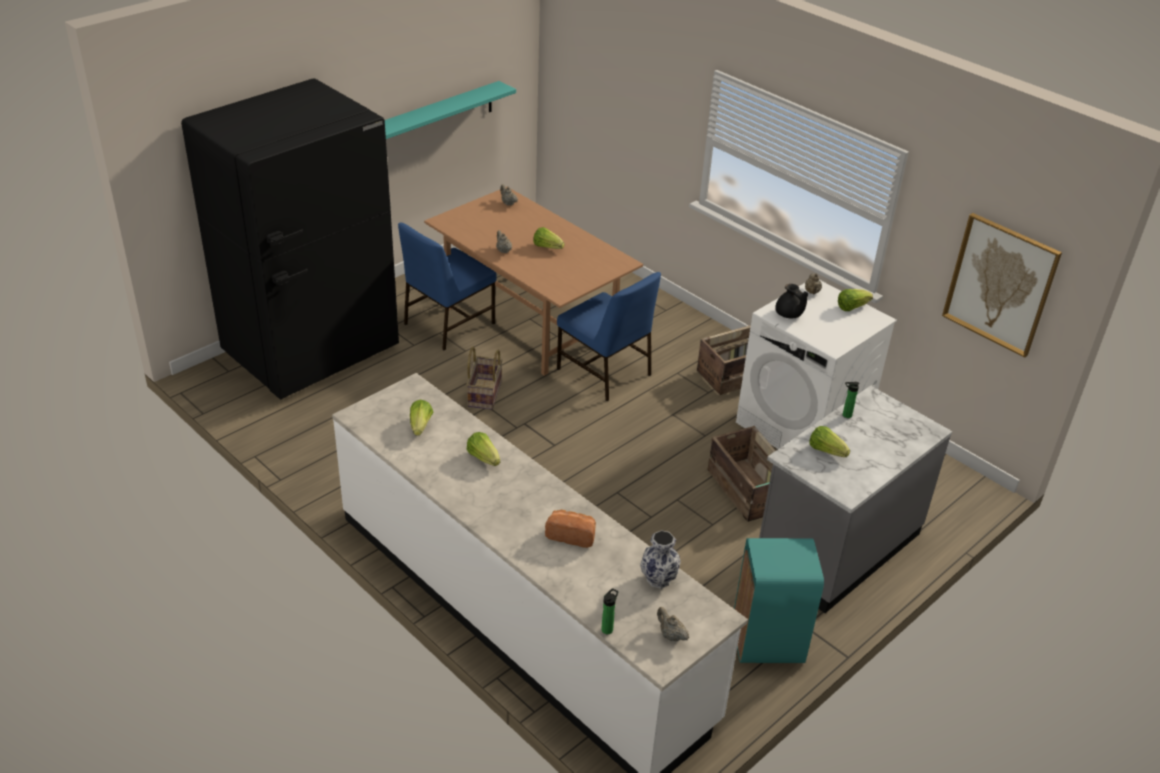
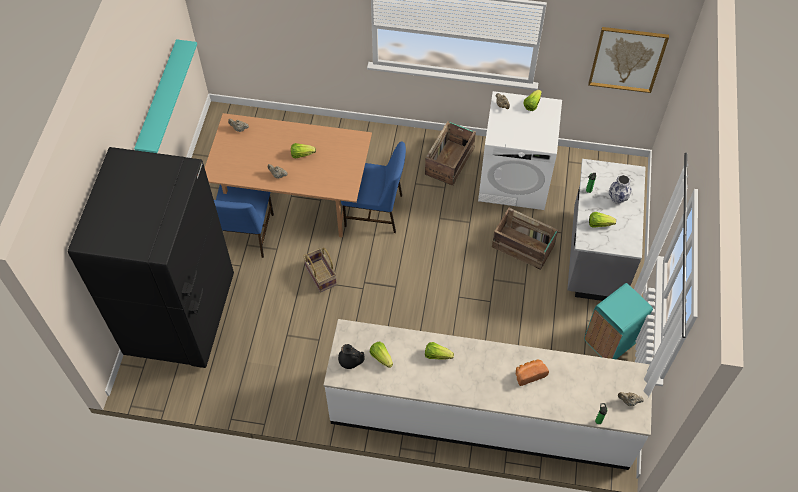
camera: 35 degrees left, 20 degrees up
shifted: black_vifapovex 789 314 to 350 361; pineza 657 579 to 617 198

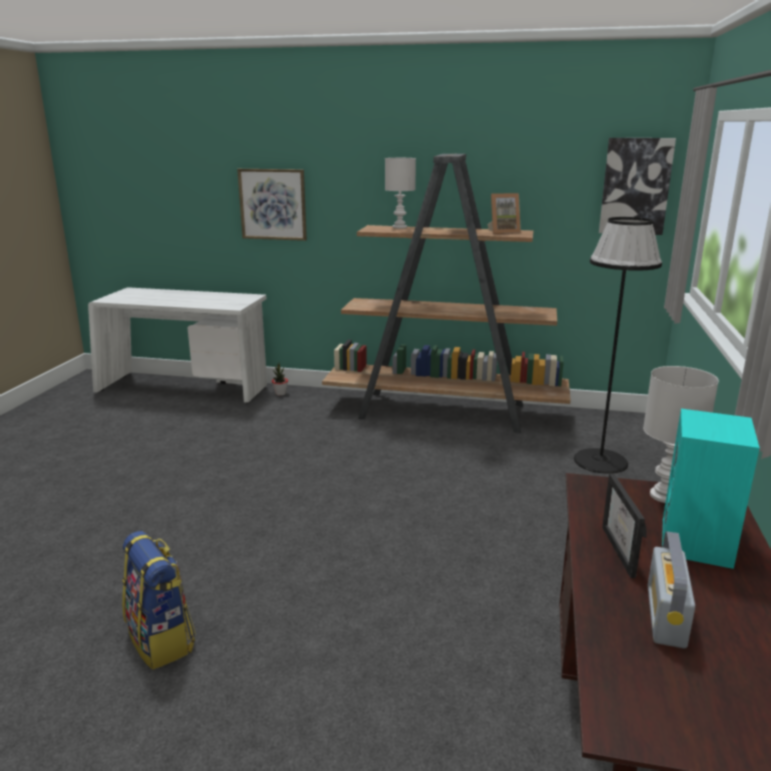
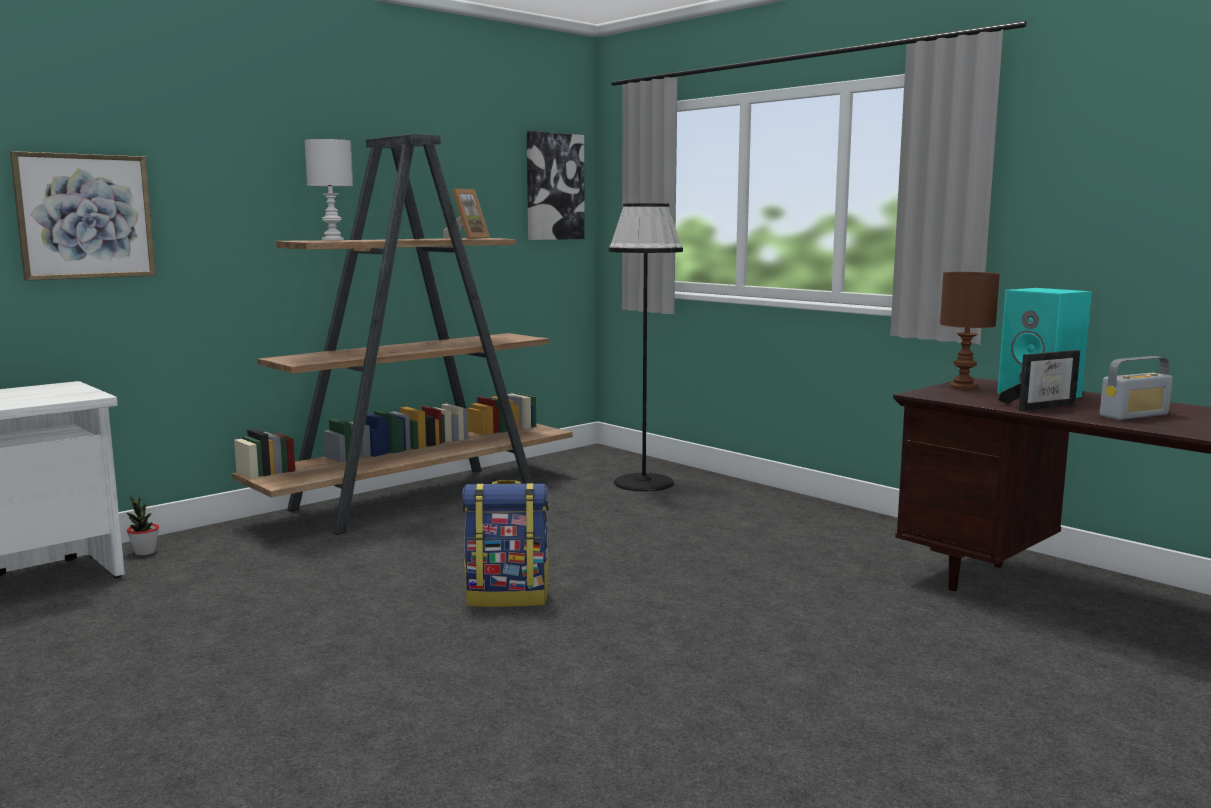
camera: 55 degrees left, 10 degrees down
shifted: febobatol 162 640 to 508 597
repainted: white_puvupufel 663 495 to brown_puvupufel 962 387
rotated: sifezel 627 552 = 1041 406 60 degrees counterclockwise; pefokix 665 616 = 1134 415 75 degrees counterclockwise

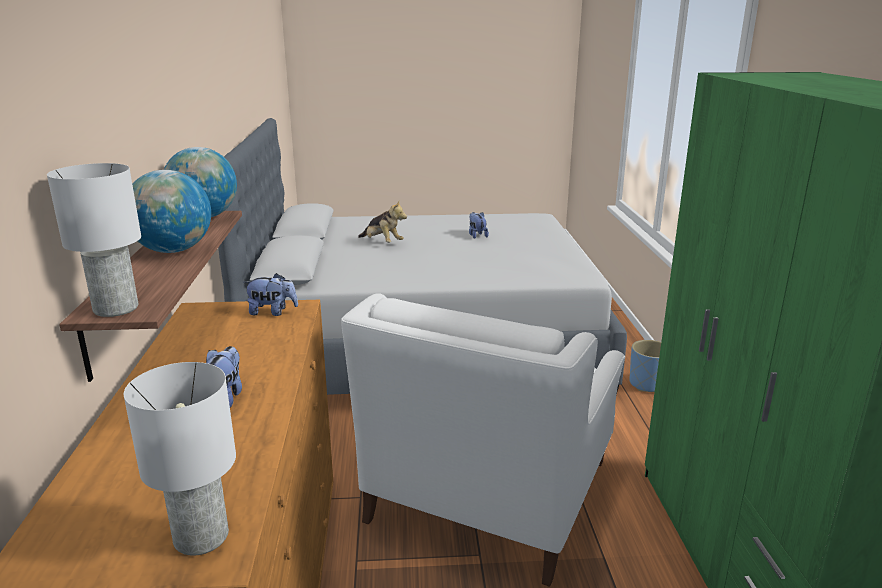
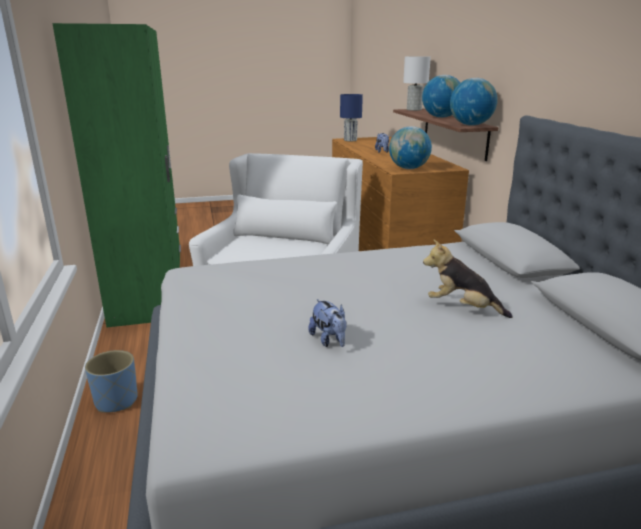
camera: 170 degrees right, 0 degrees up
swapped: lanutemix 272 312 to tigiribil 408 168
repainted: white_puvupufel 203 536 to blue_puvupufel 350 140

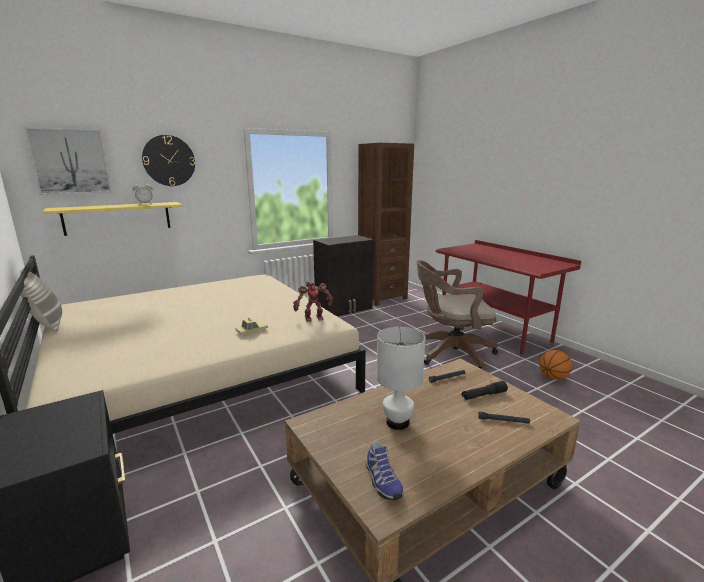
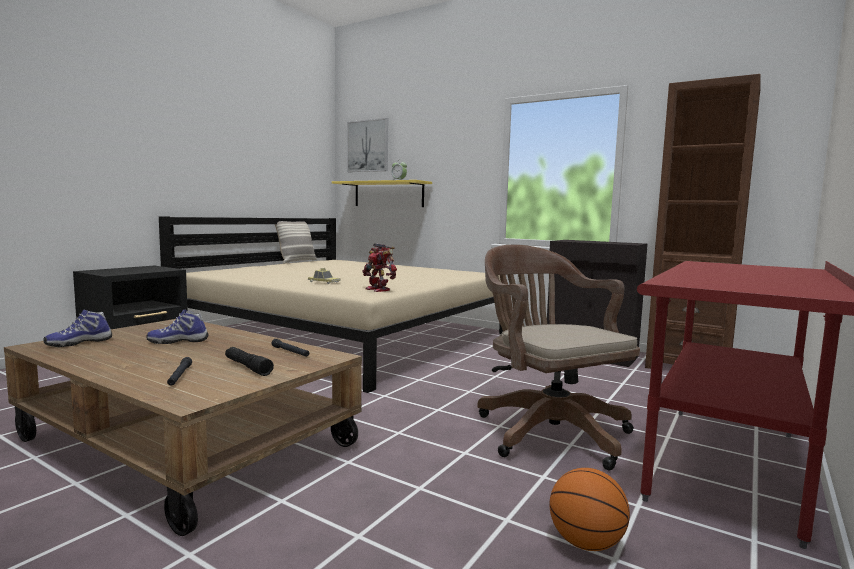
camera: 65 degrees right, 10 degrees down
gone: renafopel 169 161
swapped: white_puvupufel 398 422 to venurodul 178 341

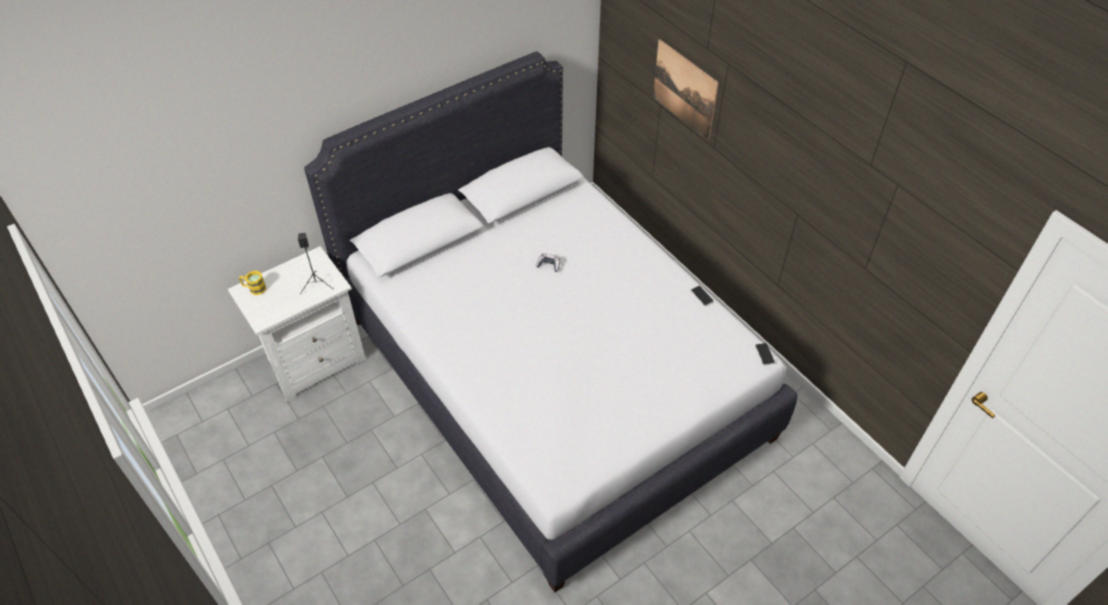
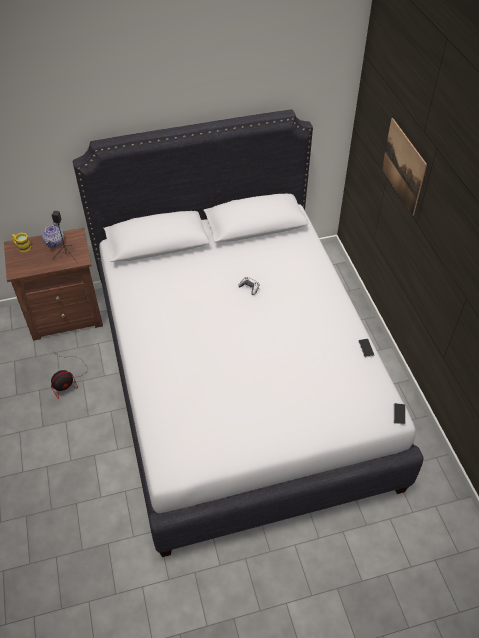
camera: 20 degrees right, 0 degrees up
new: vifapovex 55 242; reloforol 68 380
repainted: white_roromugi 314 360 to brown_roromugi 66 316

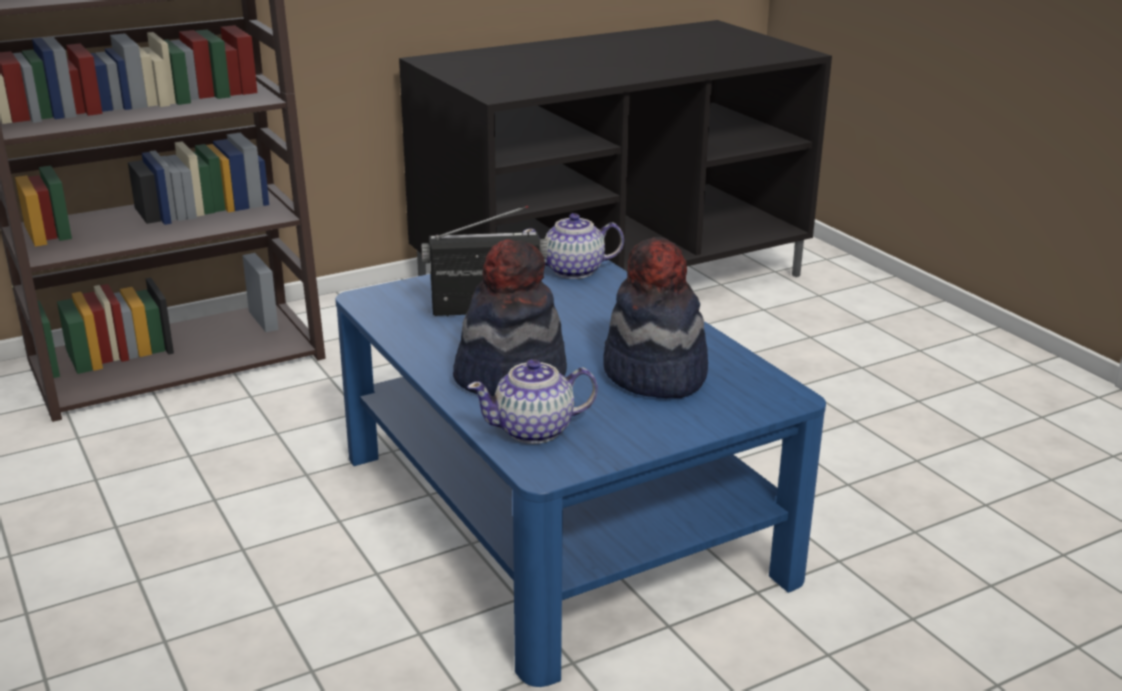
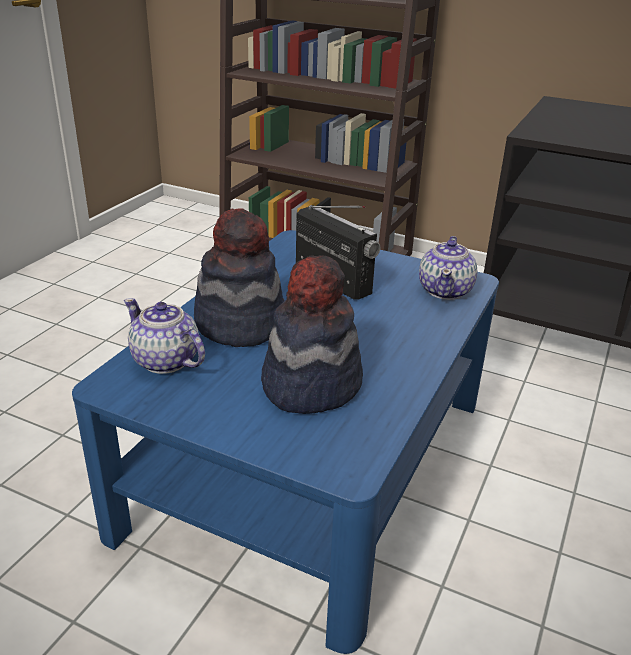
camera: 55 degrees right, 5 degrees up
rotated: vifapovex 574 271 = 446 290 120 degrees counterclockwise

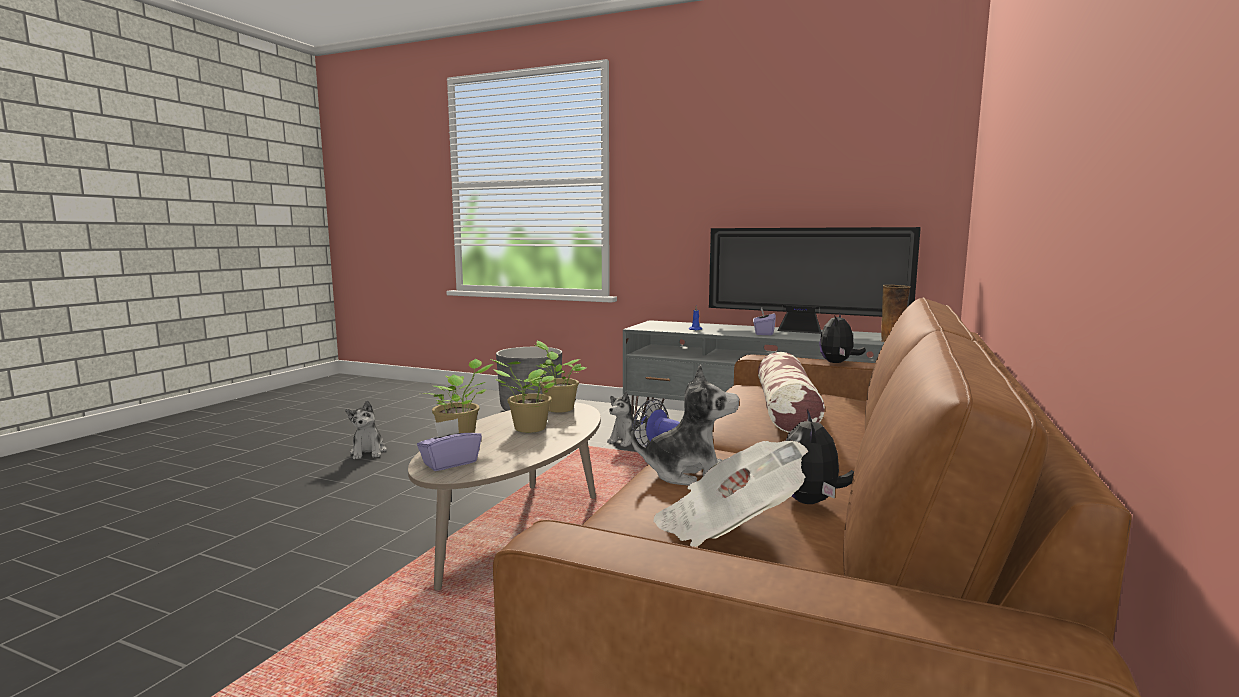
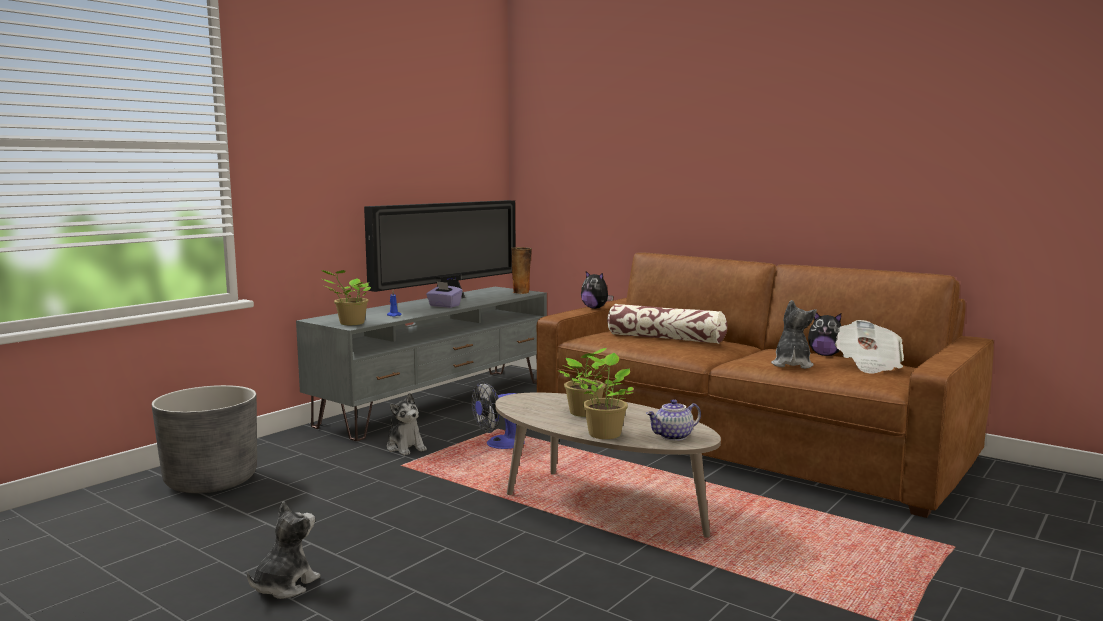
camera: 75 degrees left, 0 degrees up
shifted: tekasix 557 408 to 350 323
swapped: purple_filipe 450 463 to vifapovex 673 437
rotated: lanutemix 368 452 = 284 586 60 degrees counterclockwise

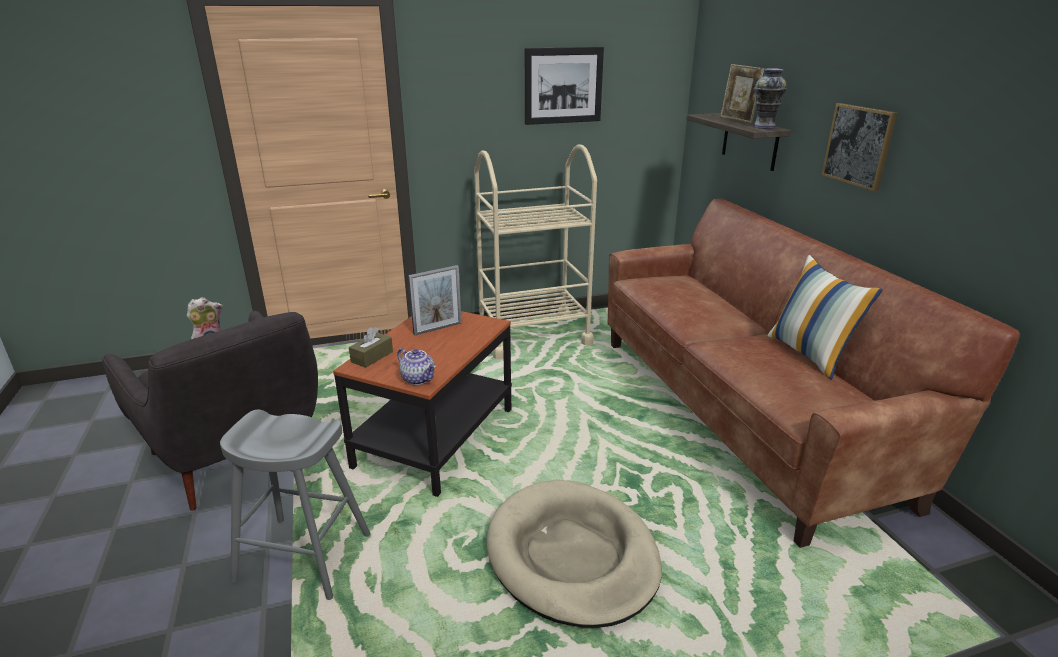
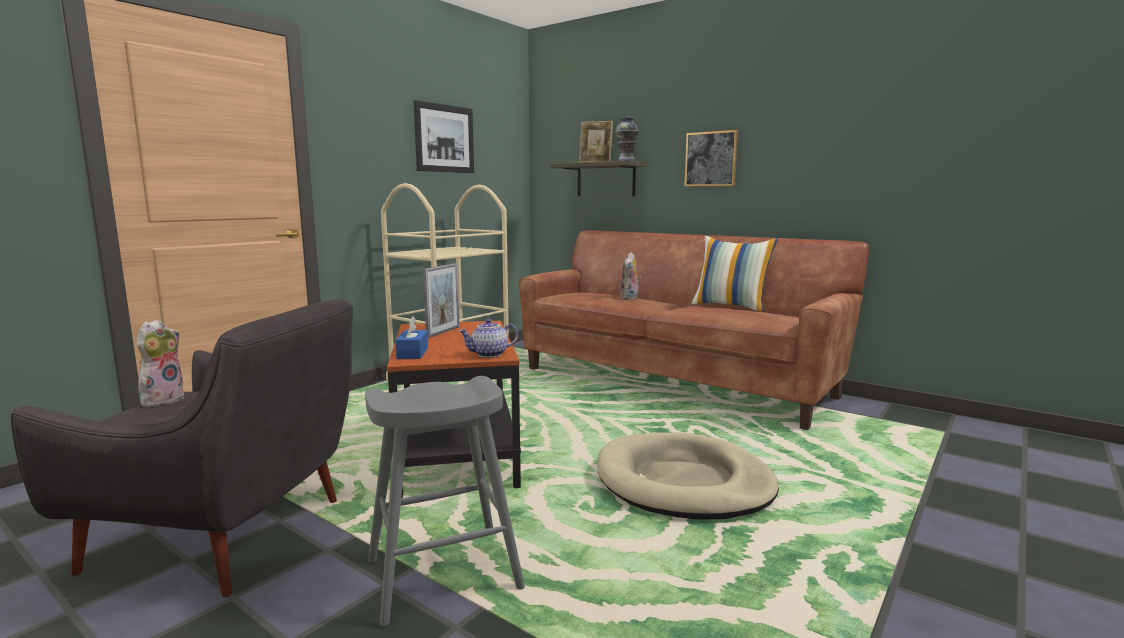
camera: 35 degrees left, 15 degrees down
new: lanutemix 630 298
repainted: brown_filipe 372 357 to blue_filipe 412 353
rotated: vifapovex 419 379 = 489 354 150 degrees clockwise

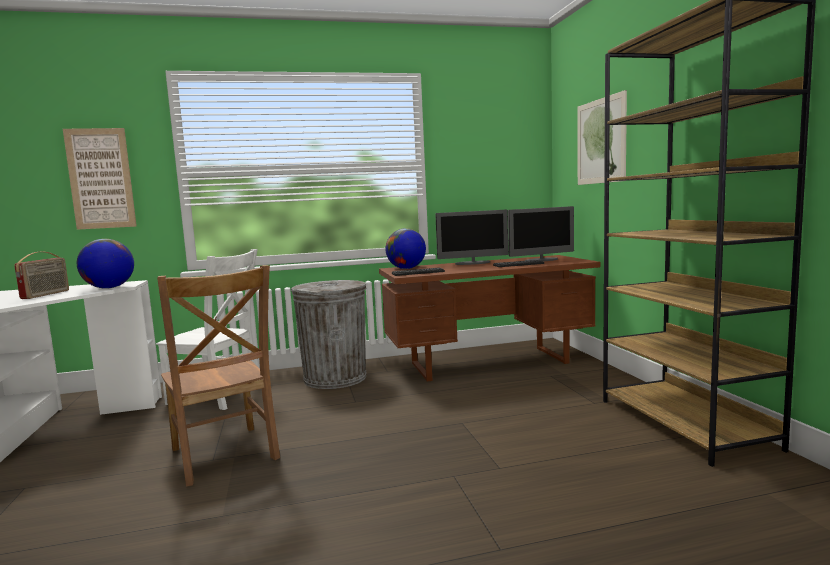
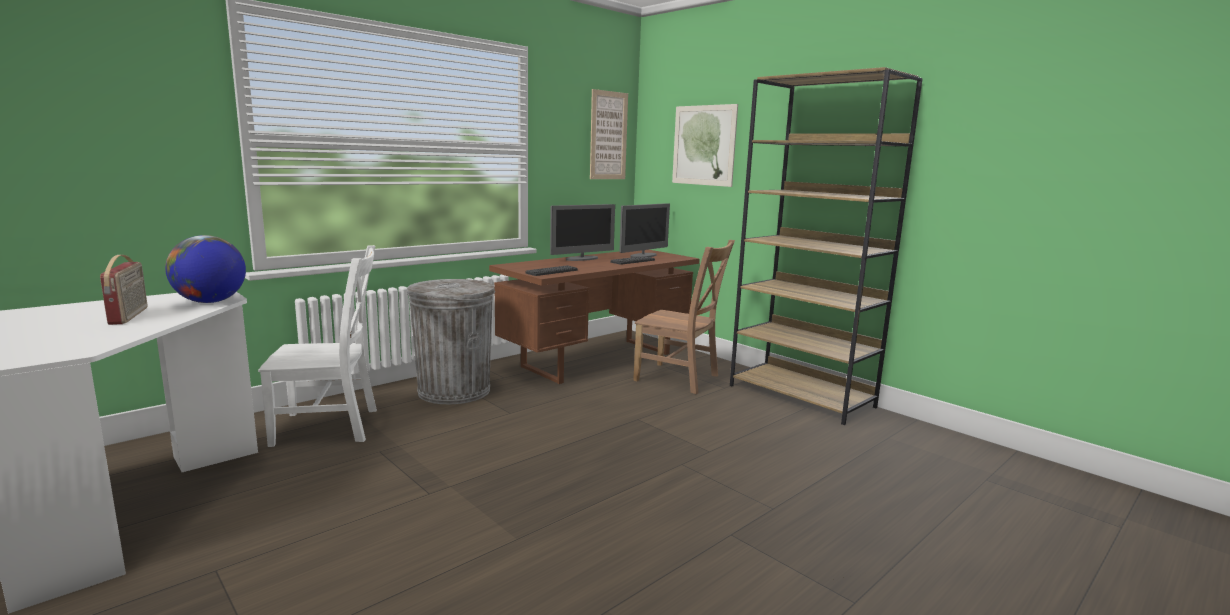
camera: 30 degrees left, 5 degrees up
gone: tigiribil 406 268
shifted: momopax 100 178 to 608 135; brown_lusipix 224 456 to 680 379

